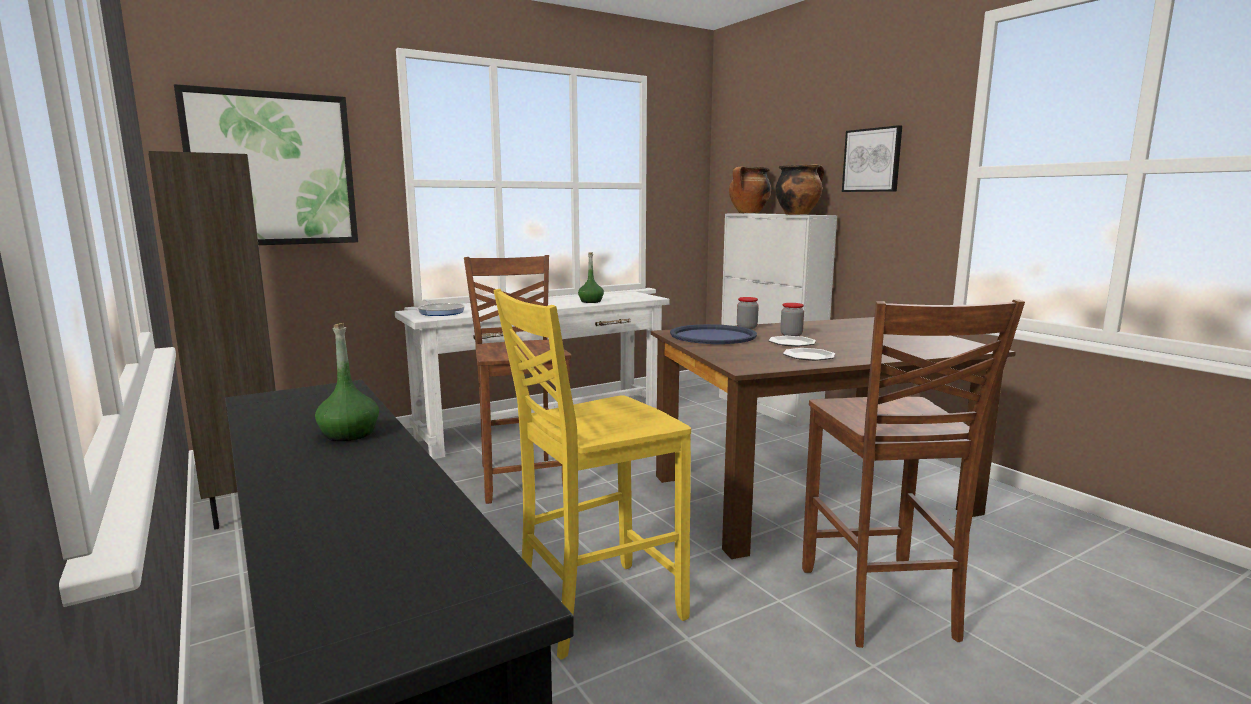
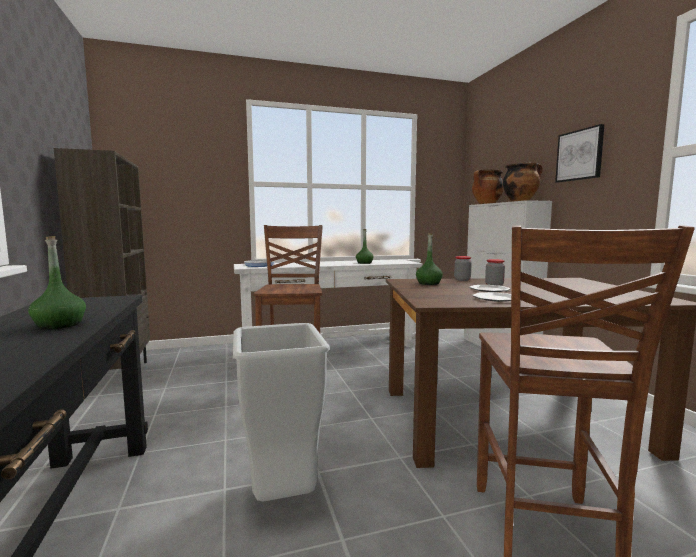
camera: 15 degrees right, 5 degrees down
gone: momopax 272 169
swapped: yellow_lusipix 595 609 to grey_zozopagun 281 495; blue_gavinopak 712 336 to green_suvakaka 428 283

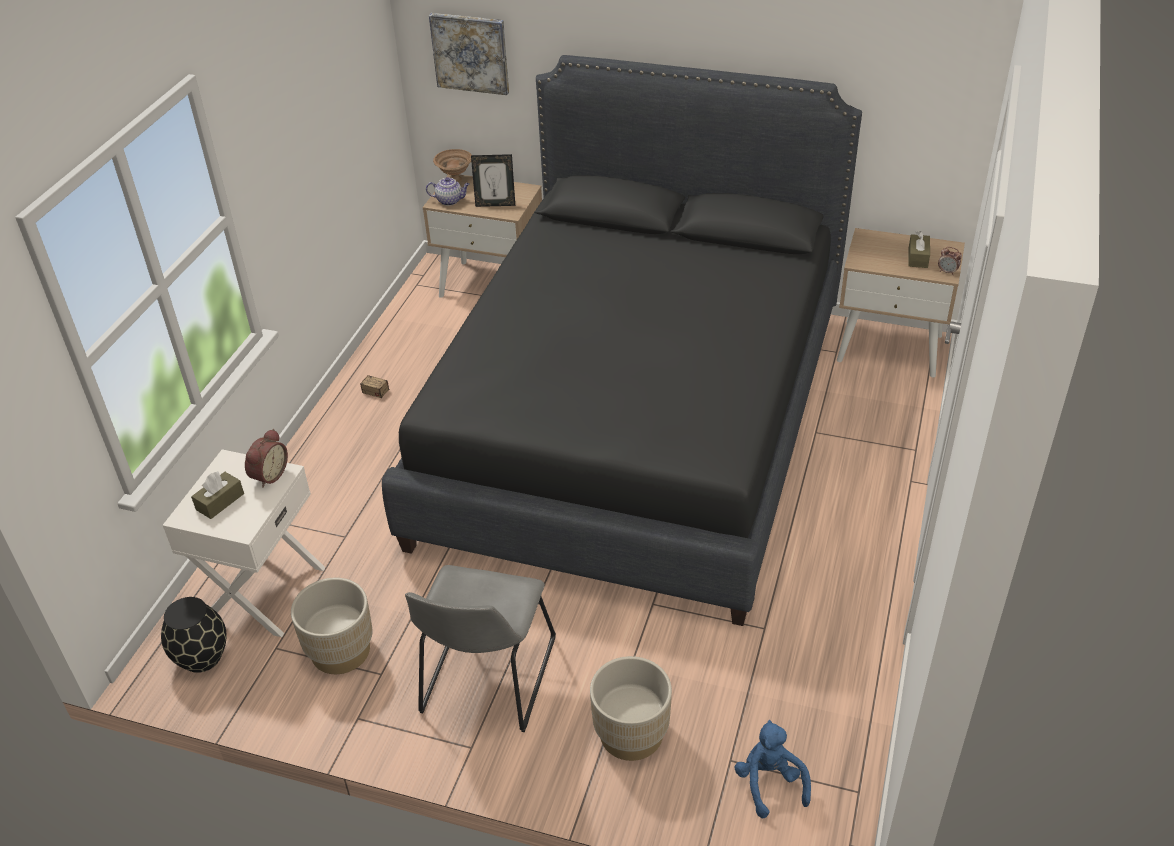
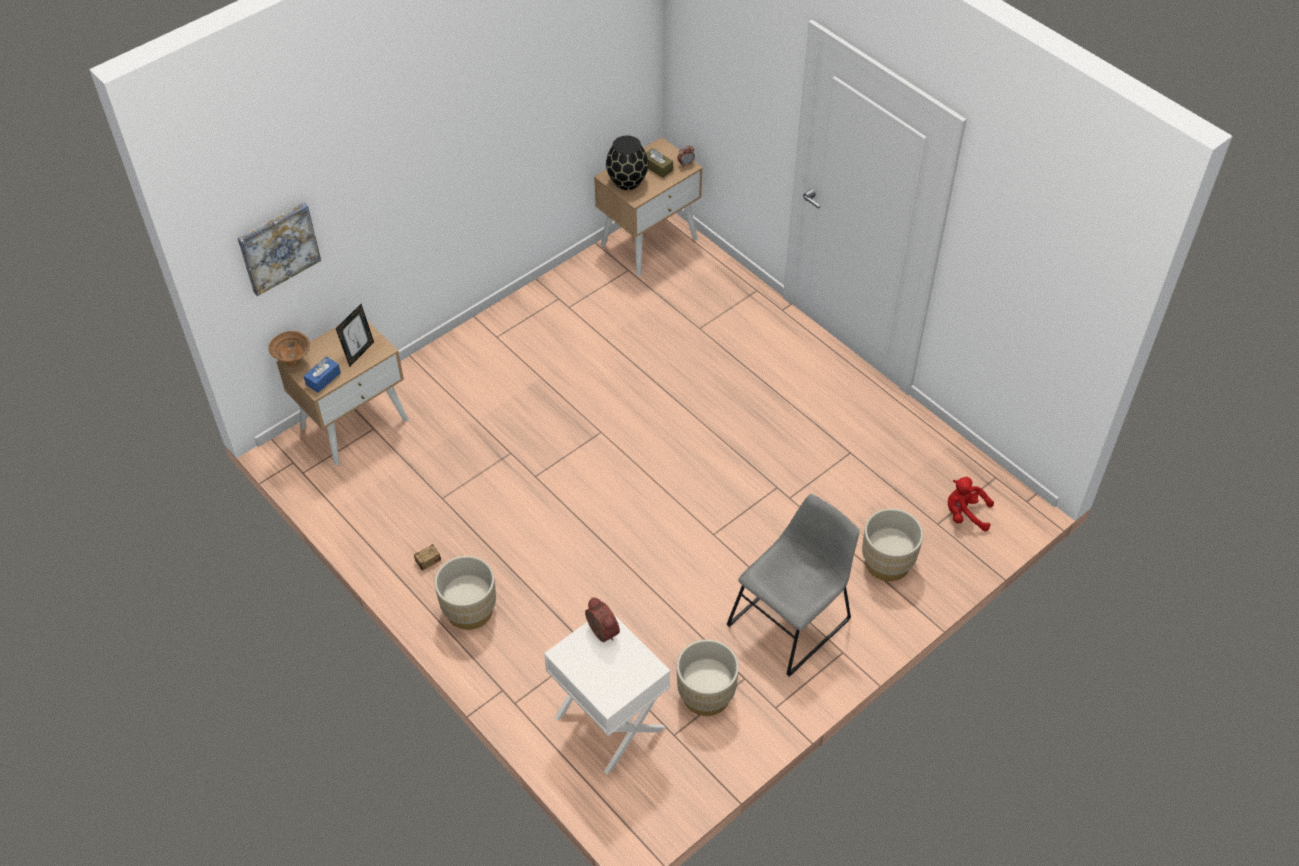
camera: 60 degrees left, 10 degrees up
gone: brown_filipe 220 501; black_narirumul 636 424
new: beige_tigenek 469 610
shifted: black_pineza 203 657 to 627 181
swapped: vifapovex 450 200 to blue_filipe 323 379
repainted: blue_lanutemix 770 783 to red_lanutemix 965 514
rotated: grey_lusipix 486 680 = 792 619 90 degrees counterclockwise

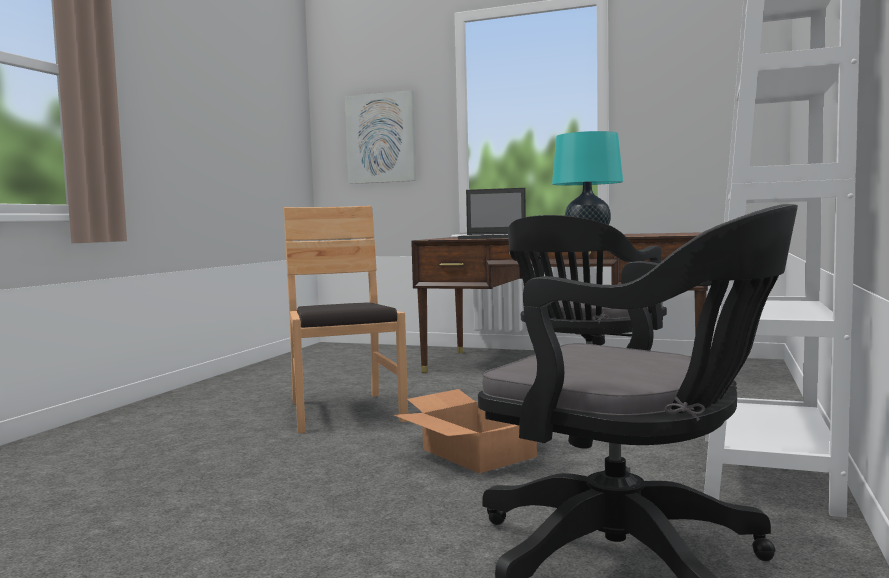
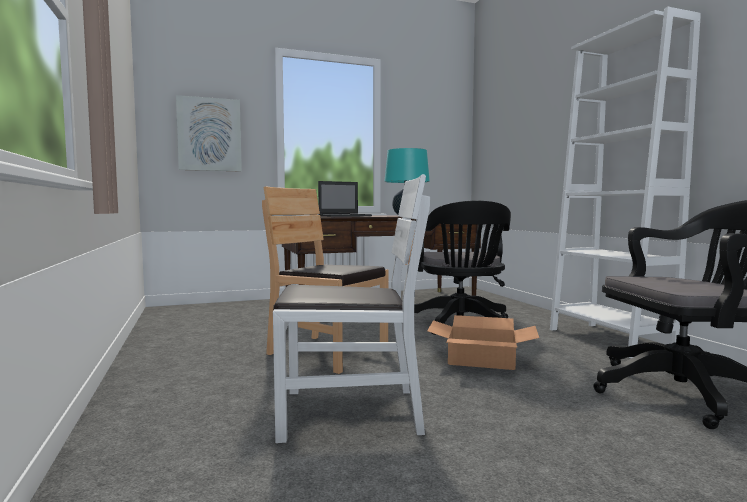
camera: 40 degrees left, 0 degrees up
new: white_lusipix 349 412

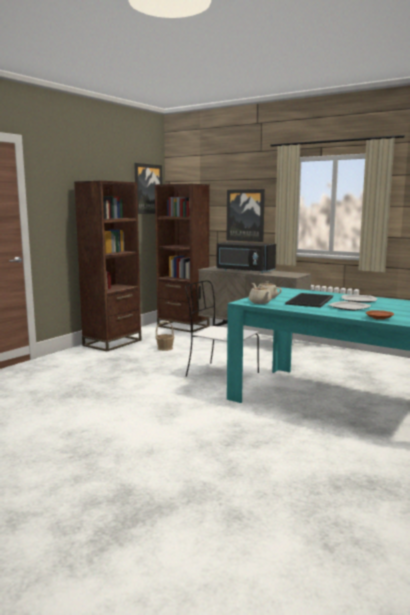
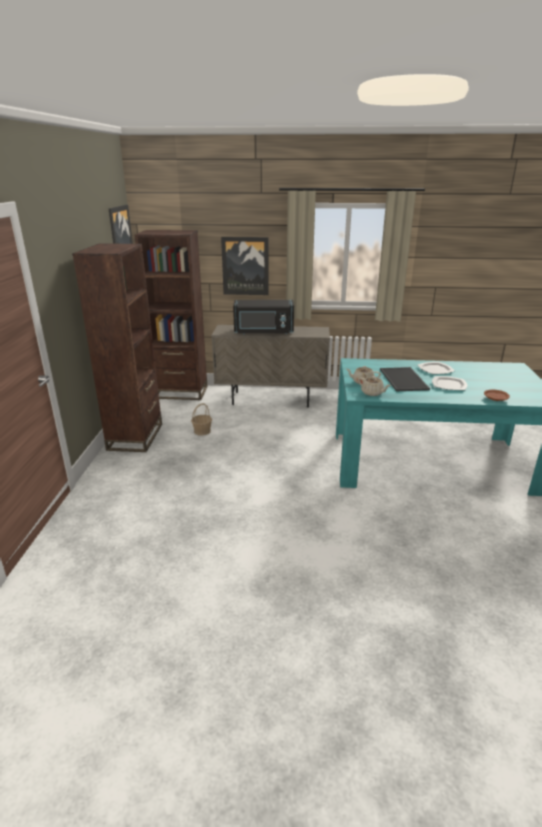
camera: 30 degrees left, 15 degrees up
gone: white_lusipix 220 374

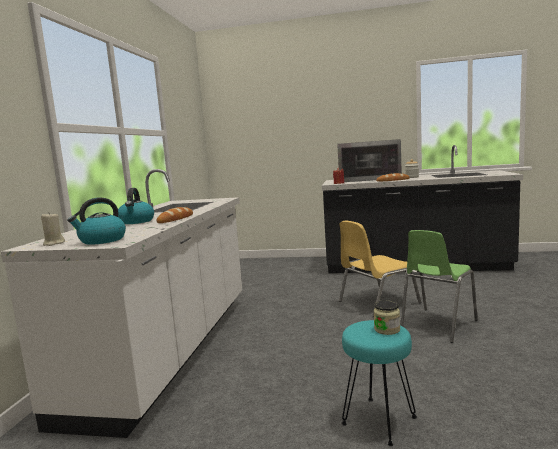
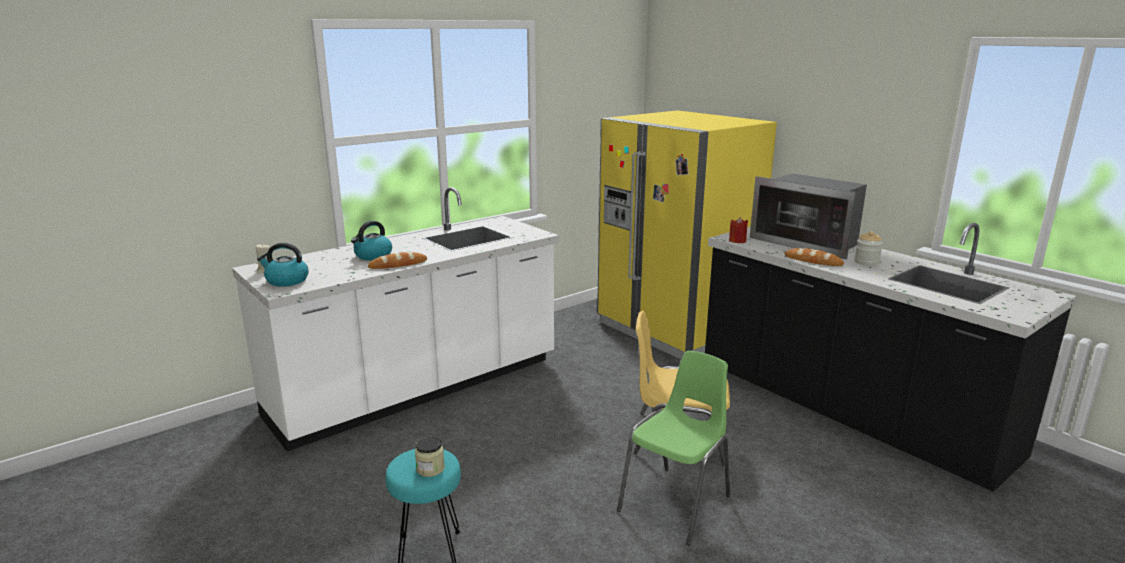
camera: 40 degrees right, 10 degrees up
new: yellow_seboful 674 329
rotated: green_lusipix 437 325 = 677 503 135 degrees clockwise

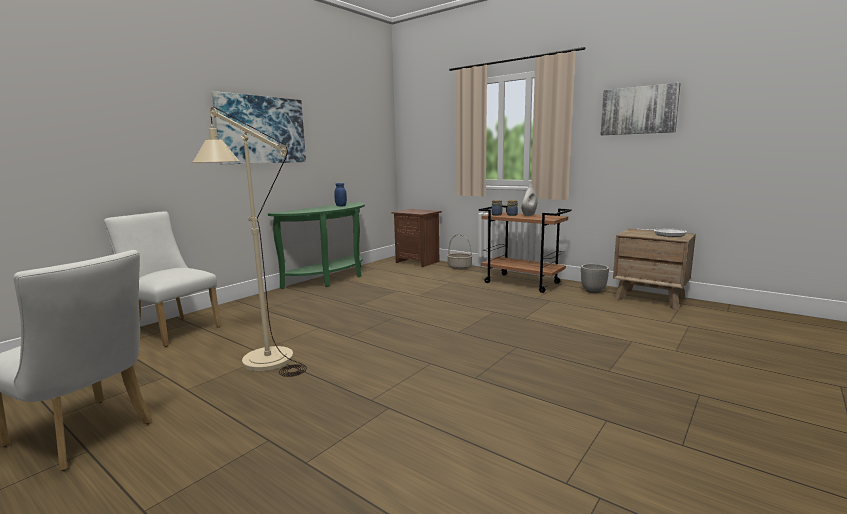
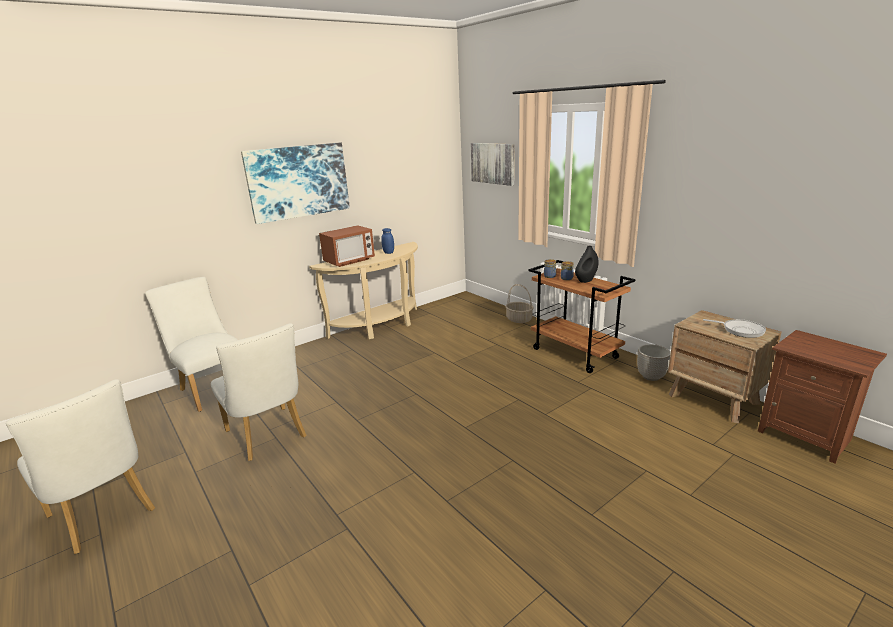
camera: 15 degrees right, 10 degrees up
new: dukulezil 349 261
shifted: momopax 638 110 to 493 163; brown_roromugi 418 262 to 805 435
swapped: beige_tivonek 260 356 to white_lusipix 269 436
repainted: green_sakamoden 332 278 to beige_sakamoden 380 326; white_pineza 529 215 to black_pineza 586 280

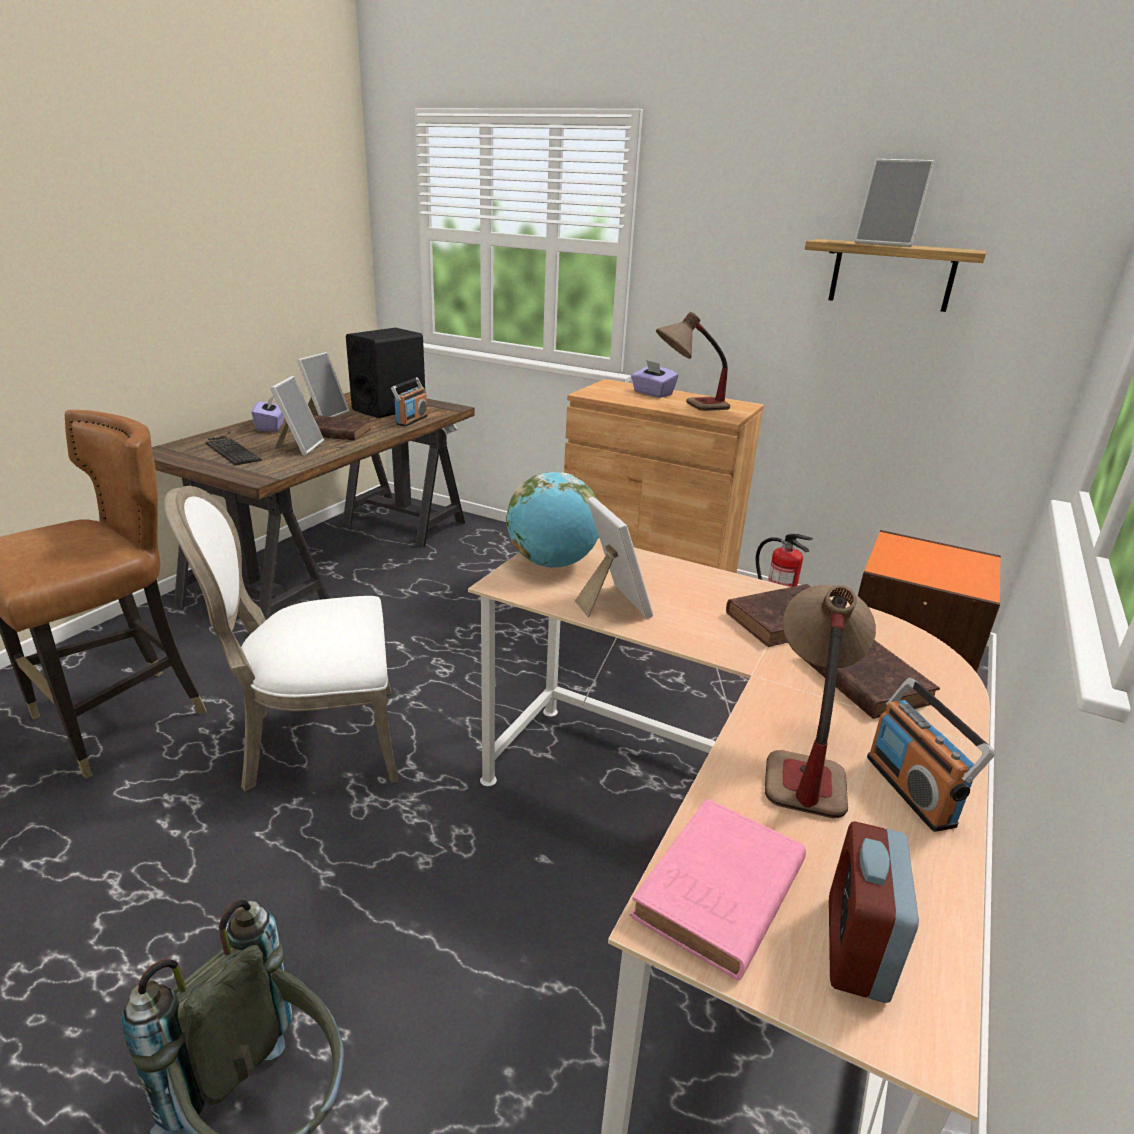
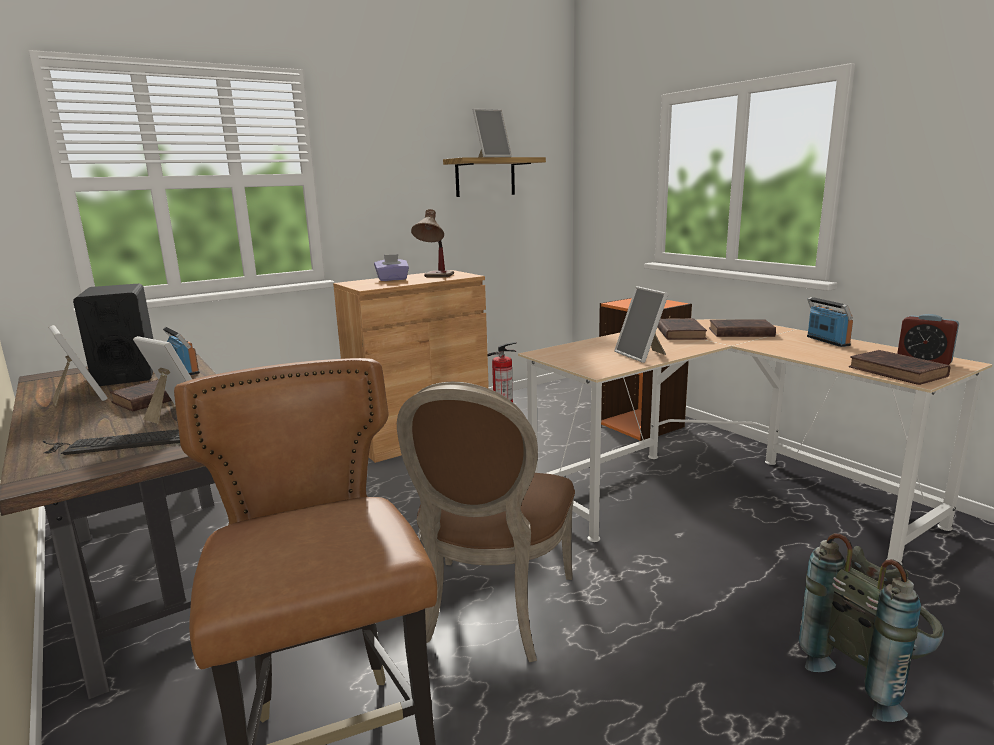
camera: 60 degrees left, 10 degrees down
gone: purple_filipe 271 427; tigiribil 552 563; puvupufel 803 756
repainted: white_lusipix 315 742 to brown_lusipix 491 611; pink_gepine 717 894 to brown_gepine 899 372
rotated: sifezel 611 604 = 642 355 120 degrees counterclockwise; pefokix 911 790 = 827 341 120 degrees counterclockwise

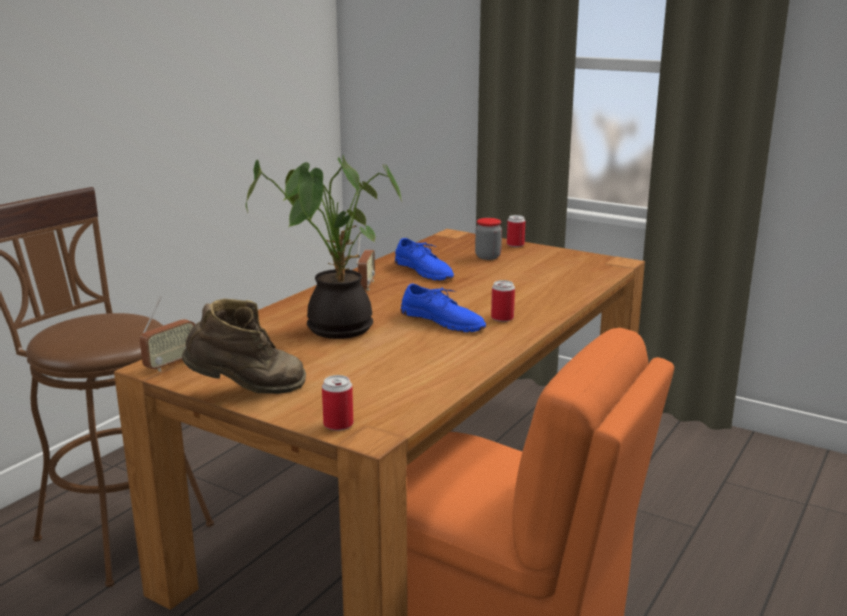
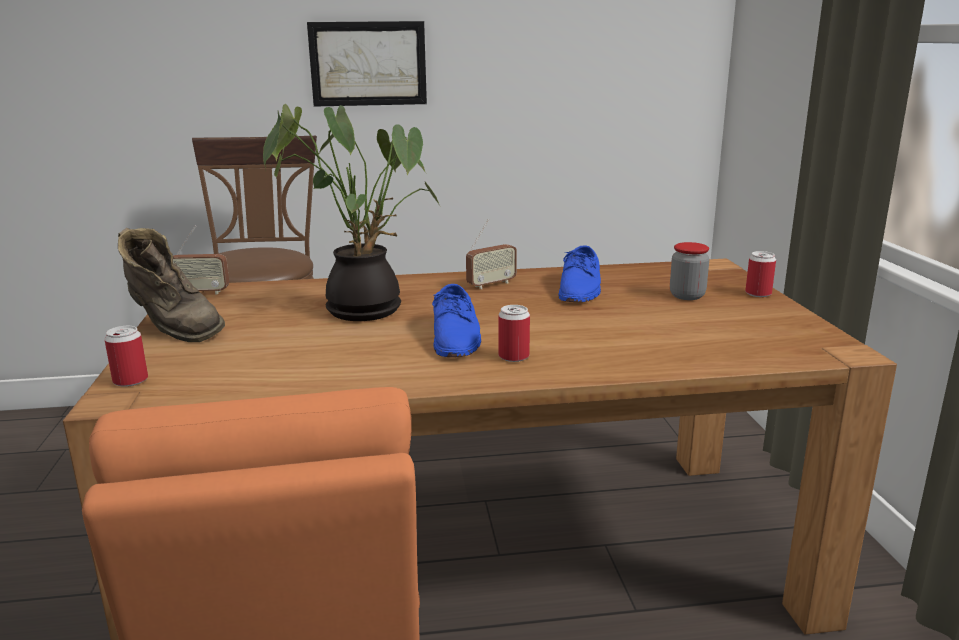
camera: 50 degrees right, 0 degrees up
new: momopax 368 64

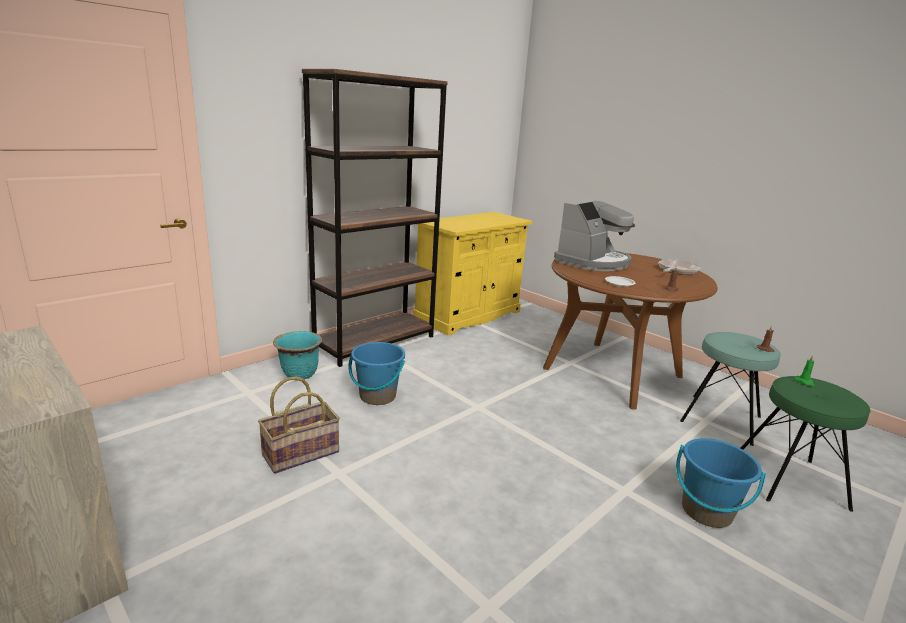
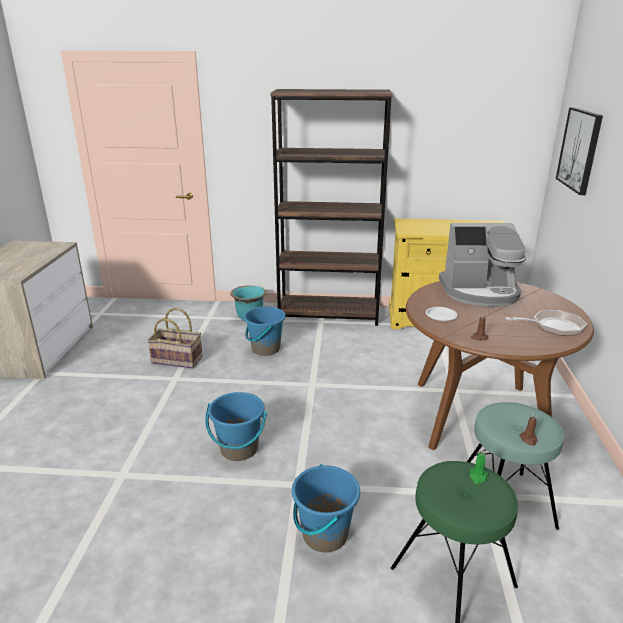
camera: 50 degrees right, 5 degrees up
new: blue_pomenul 239 449; momopax 580 149

